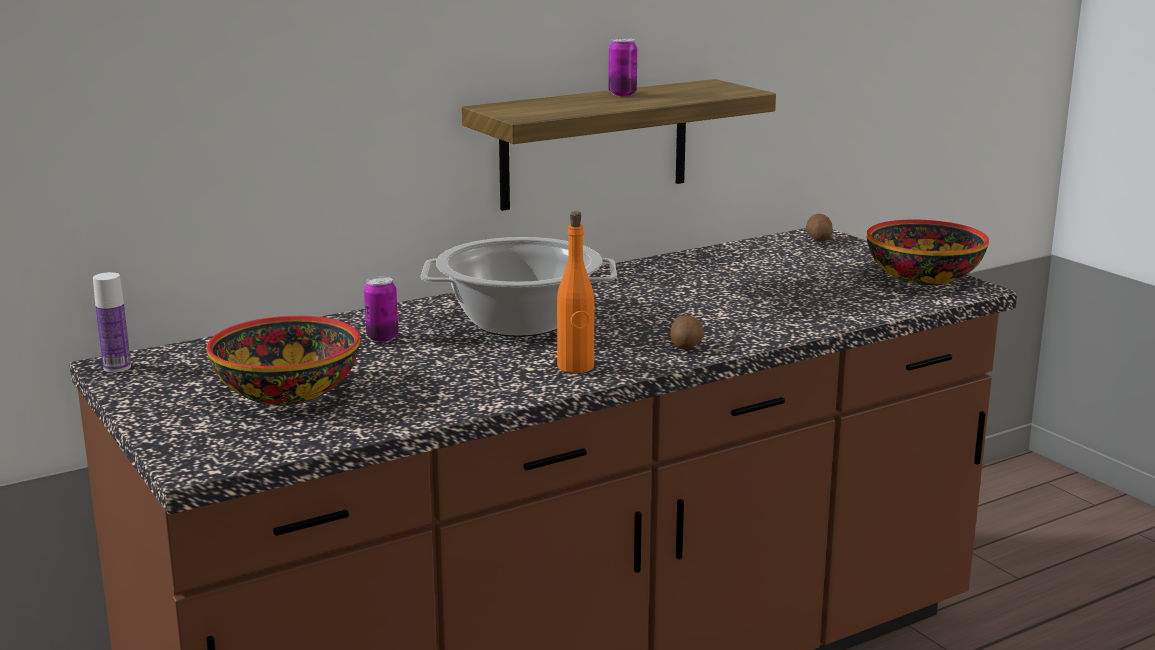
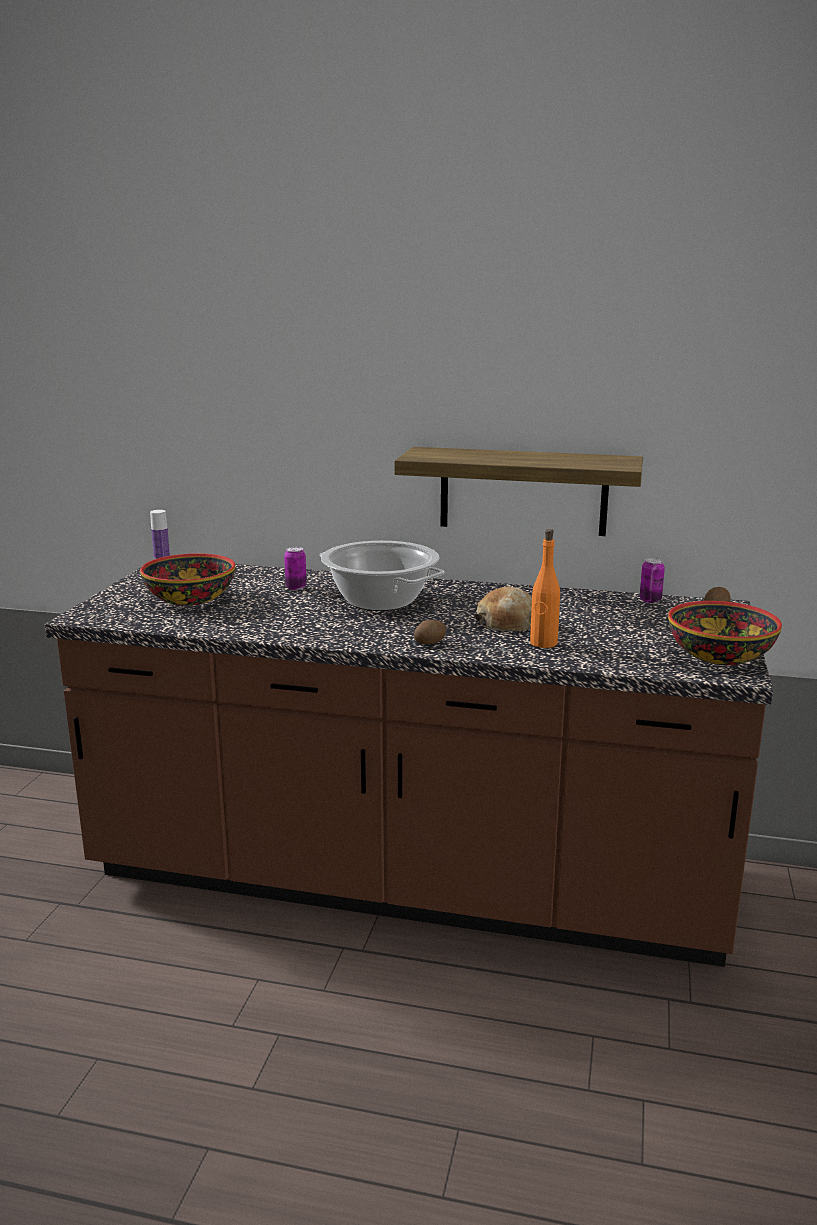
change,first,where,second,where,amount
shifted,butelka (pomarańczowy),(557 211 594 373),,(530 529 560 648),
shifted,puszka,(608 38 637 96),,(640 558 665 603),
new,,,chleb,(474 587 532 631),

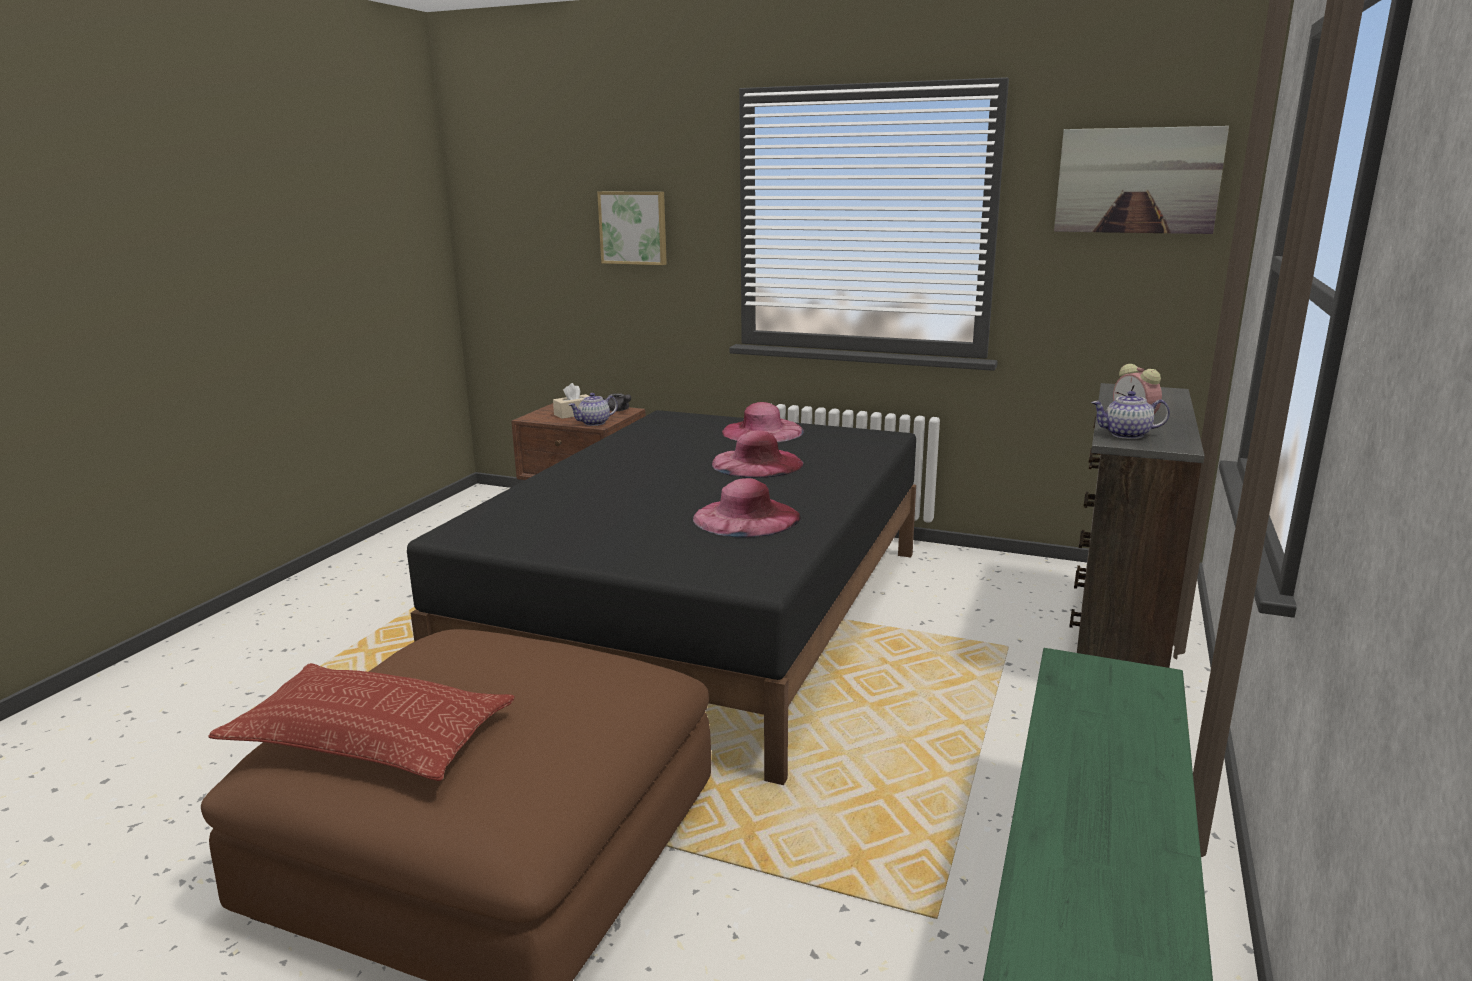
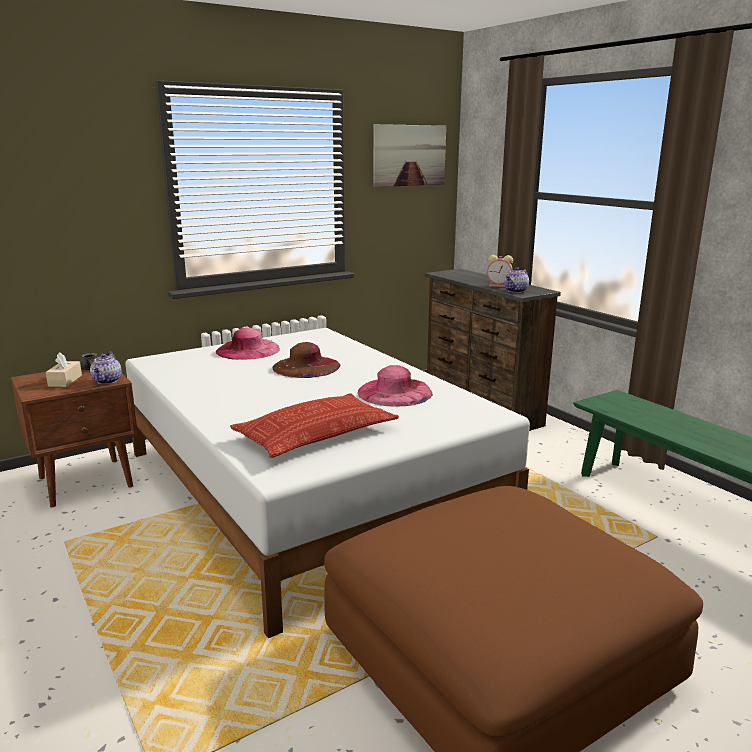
change,first,where,second,where,amount
shifted,poduszka,(208 663 515 781),,(230 393 399 458),
repainted,łóżko (czarny),(407 410 916 785),łóżko (biały),(125 328 530 638),
gone,obraz,(597 192 667 265),,,
repainted,kapelusz (różowy),(712 431 803 478),kapelusz (brązowy),(272 342 340 378),

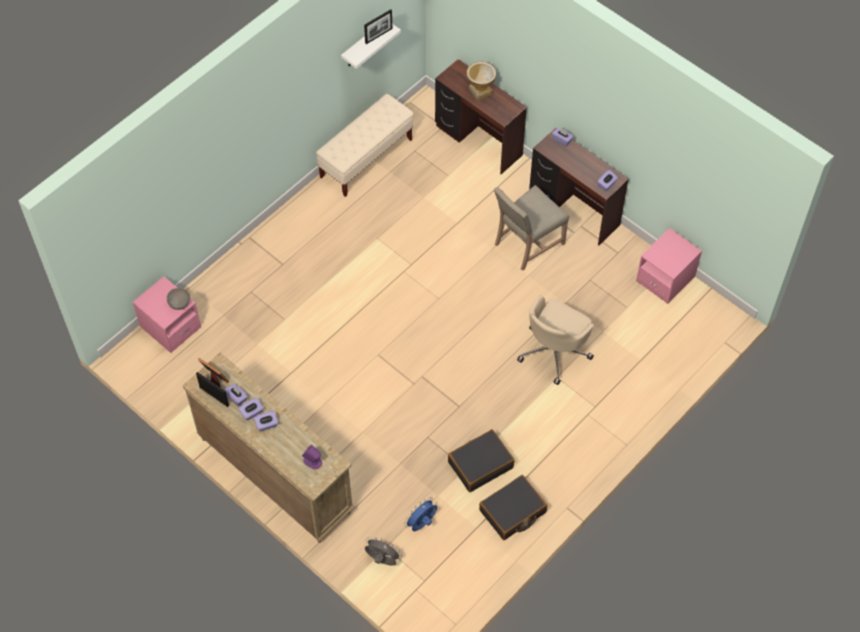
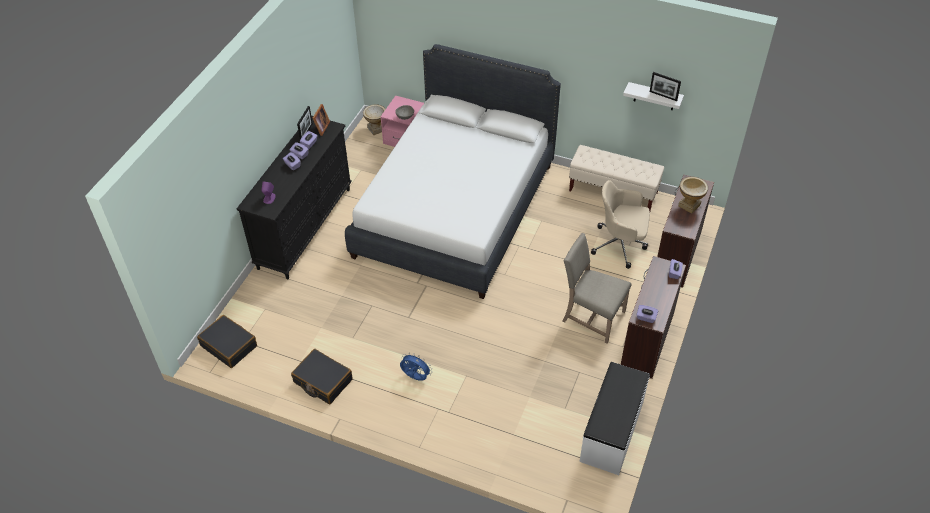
change,first,where,second,where,amount
repainted,komoda (beżowy),(182 353 355 543),komoda (czarny),(237 115 352 279),
gone,wentylator (szary),(365 537 402 565),,,
shifted,wentylator (niebieski),(404 497 437 531),,(400 352 432 381),
shifted,walizka (czarny),(448 429 515 492),,(197 315 257 368),
shifted,krzesło biurowe (beżowy),(517 295 594 385),,(591 180 650 269),
swapped,szafka nocna (różowy),(636 228 702 304),ławka (biały),(579 362 650 475),
new,,,łóżko (biały),(345 44 561 299),
new,,,wazon,(363 104 386 135),

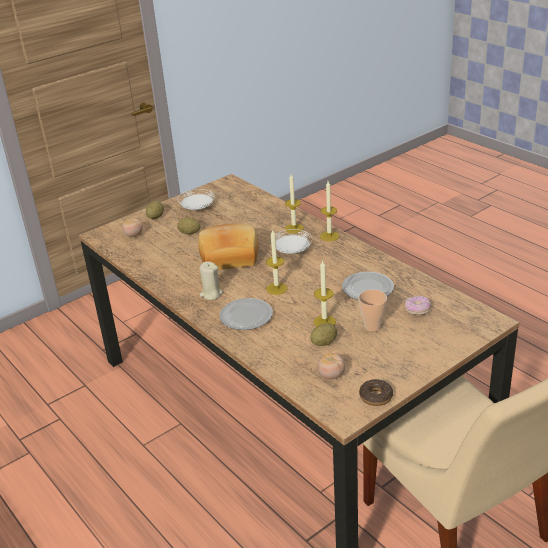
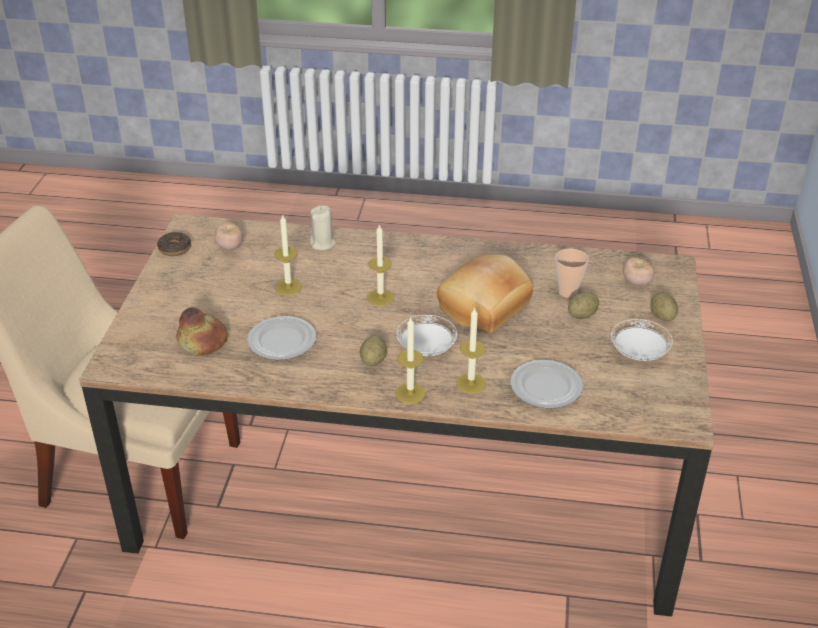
change,first,where,second,where,amount
shifted,świeca (beżowy),(199 261 223 300),,(309 205 337 250),
shifted,talerz,(219 298 273 330),,(510 360 583 409),
shifted,ziemniak,(310 323 337 346),,(360 335 387 366),
shifted,filiżanka,(358 290 387 332),,(555 249 589 298),
swapped,donut,(404 296 431 315),chleb,(176 307 228 356),

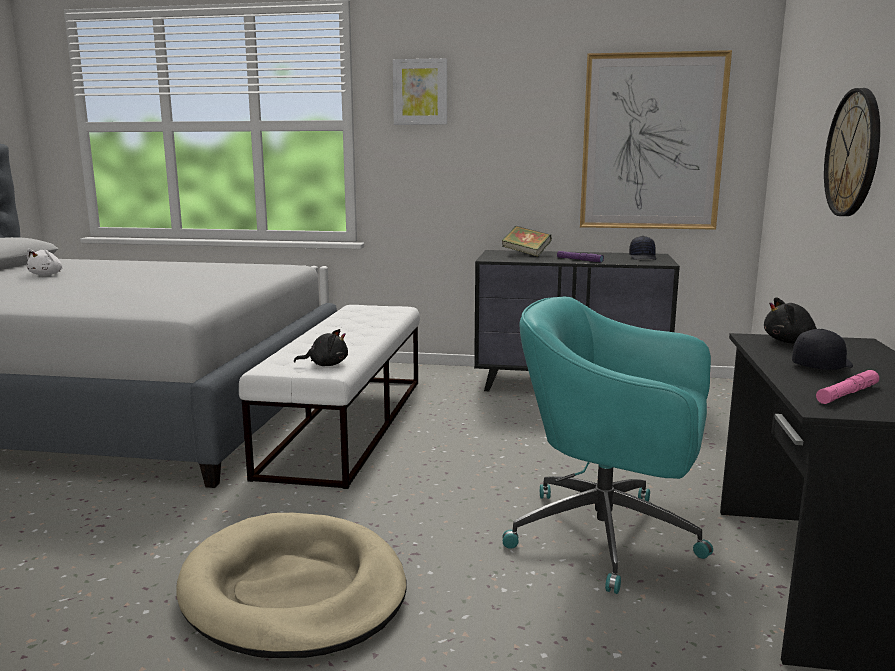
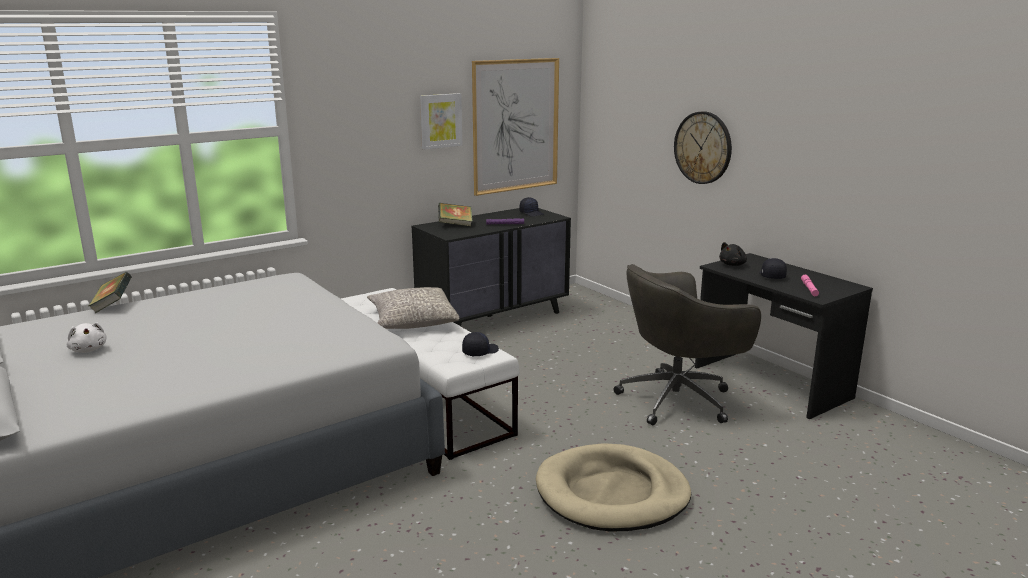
change,first,where,second,where,amount
swapped,pluszak (czarny),(294 329 348 366),czapka z daszkiem (czarny),(462 332 499 356),
shifted,obraz,(393 58 447 125),,(420 93 462 150),
repainted,krzesło biurowe (turkusowy),(502 297 713 594),krzesło biurowe (szary),(614 264 761 425),
new,,,książka,(88 272 132 313),
new,,,poduszka (szary),(367 287 459 329),

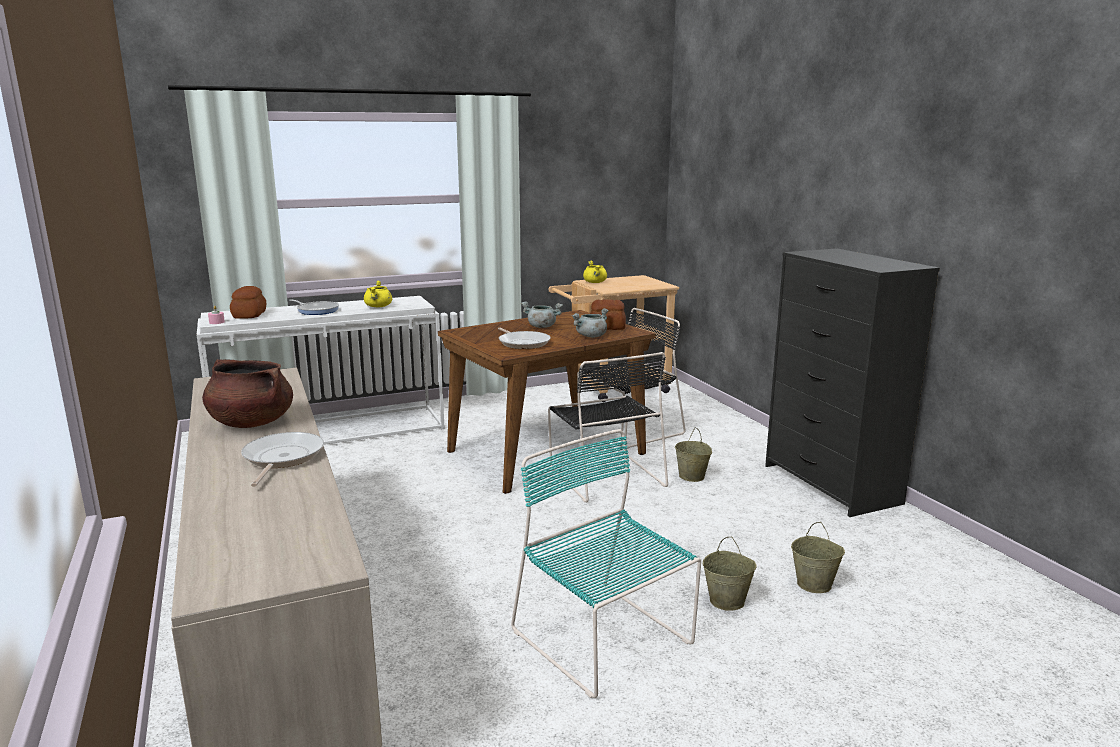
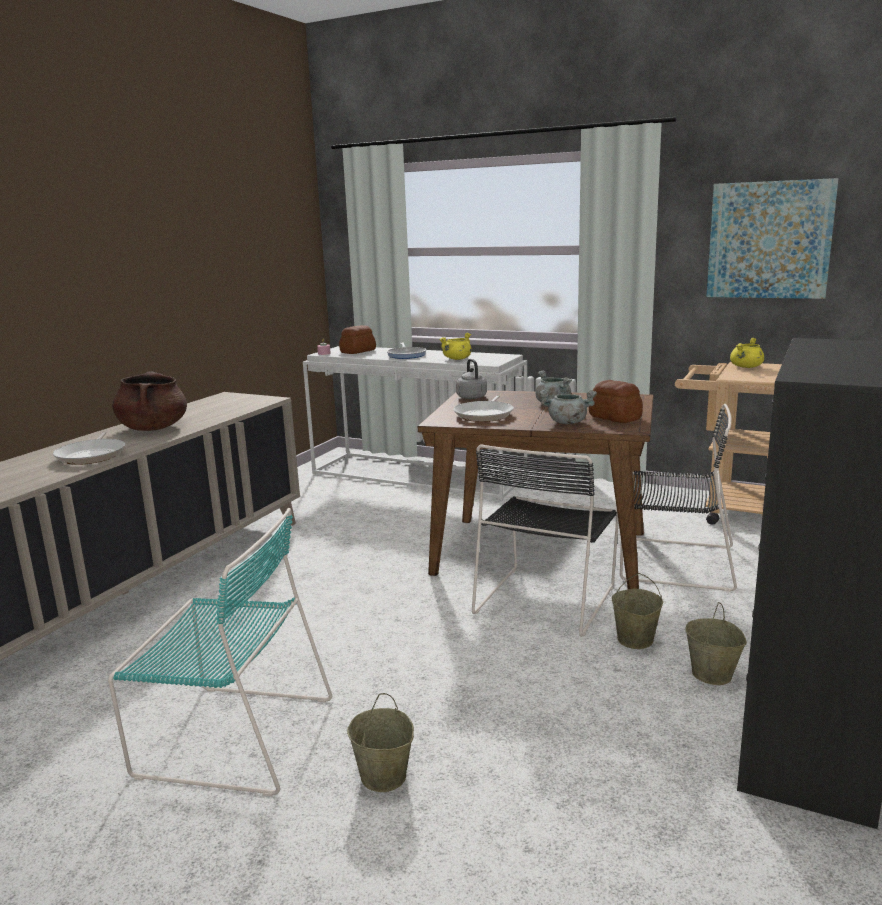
change,first,where,second,where,amount
rotated,patelnia,(241 432 324 487),,(53 431 125 465),120 degrees clockwise
rotated,krzesło (turkusowy),(511 429 701 698),,(108 508 332 796),90 degrees clockwise
shifted,wiadro (beżowy),(791 522 845 593),,(685 602 747 685),
new,,,czajnik (szary),(456 359 487 399),
new,,,obraz,(706 178 838 299),

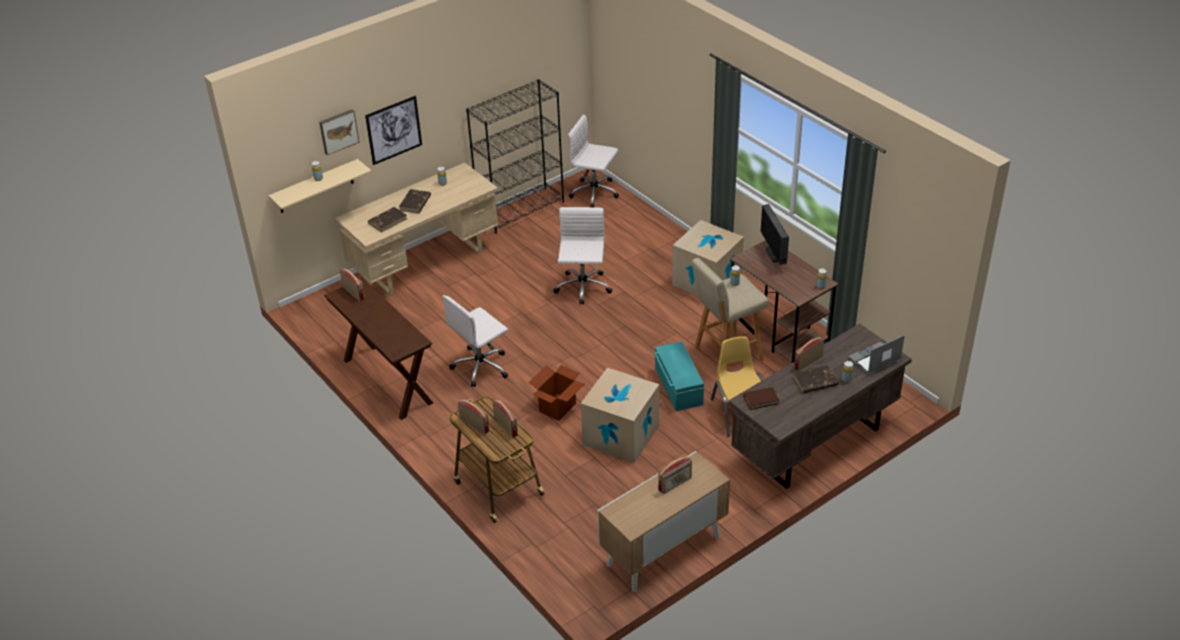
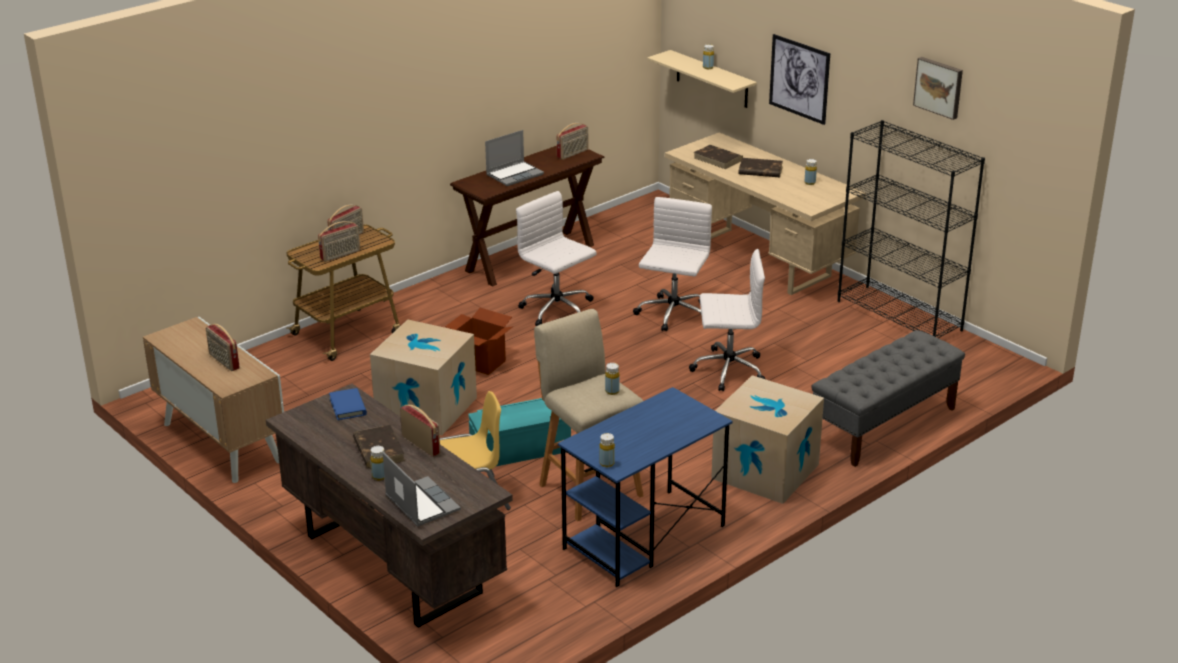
change,first,where,second,where,amount
shifted,obraz,(319 109 360 155),,(913 57 963 120),
shifted,krzesło biurowe (biały),(568 114 619 207),,(633 197 712 332),
repainted,biurko (brązowy),(730 240 839 363),biurko (niebieski),(558 387 733 587),
repainted,książka (brązowy),(743 387 780 410),książka (niebieski),(329 388 367 420),
gone,monitor,(761 204 789 265),,,
new,,,laptop,(485 130 544 186),
new,,,ławka (szary),(811 330 965 467),

